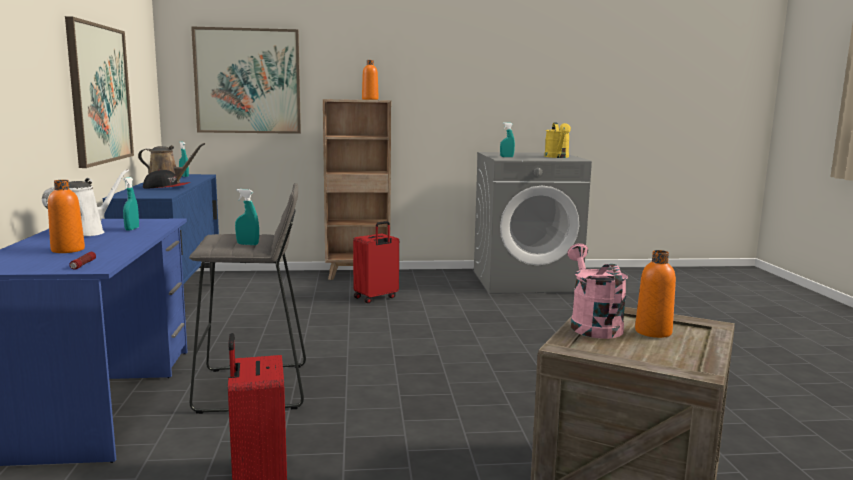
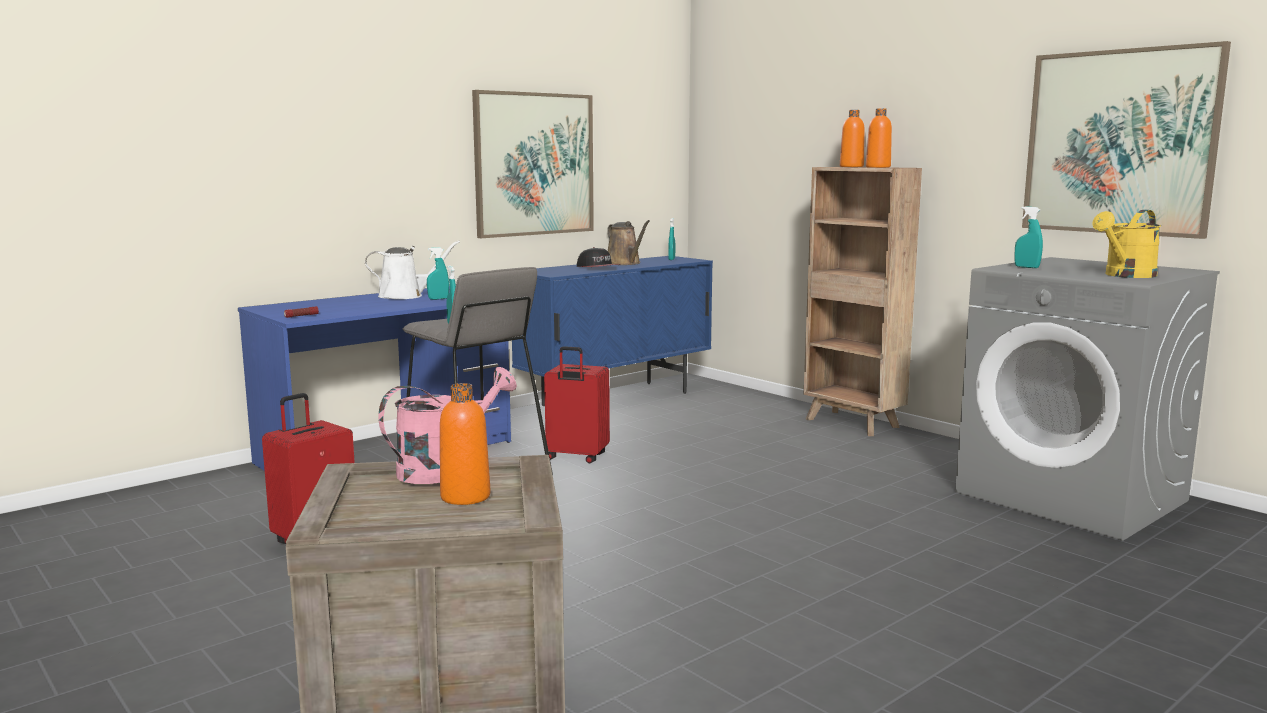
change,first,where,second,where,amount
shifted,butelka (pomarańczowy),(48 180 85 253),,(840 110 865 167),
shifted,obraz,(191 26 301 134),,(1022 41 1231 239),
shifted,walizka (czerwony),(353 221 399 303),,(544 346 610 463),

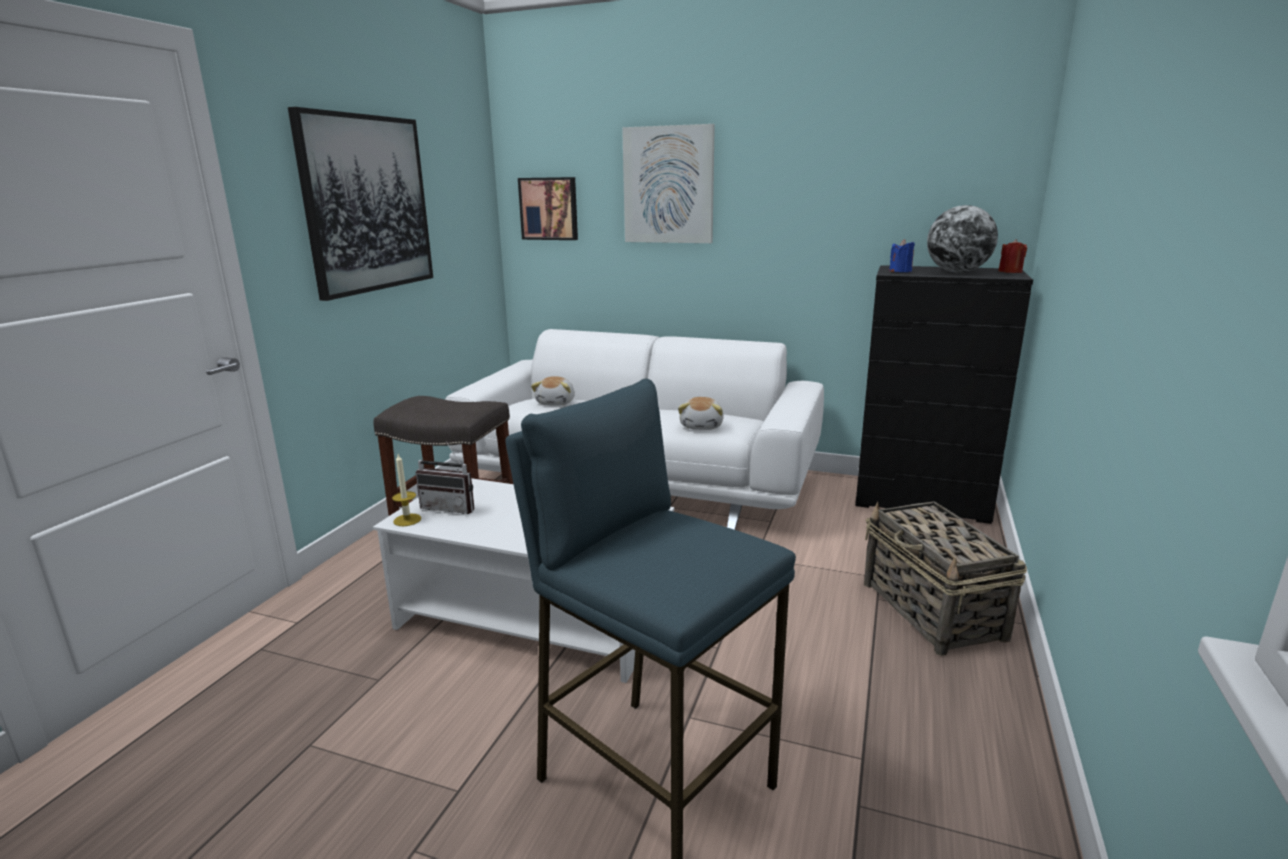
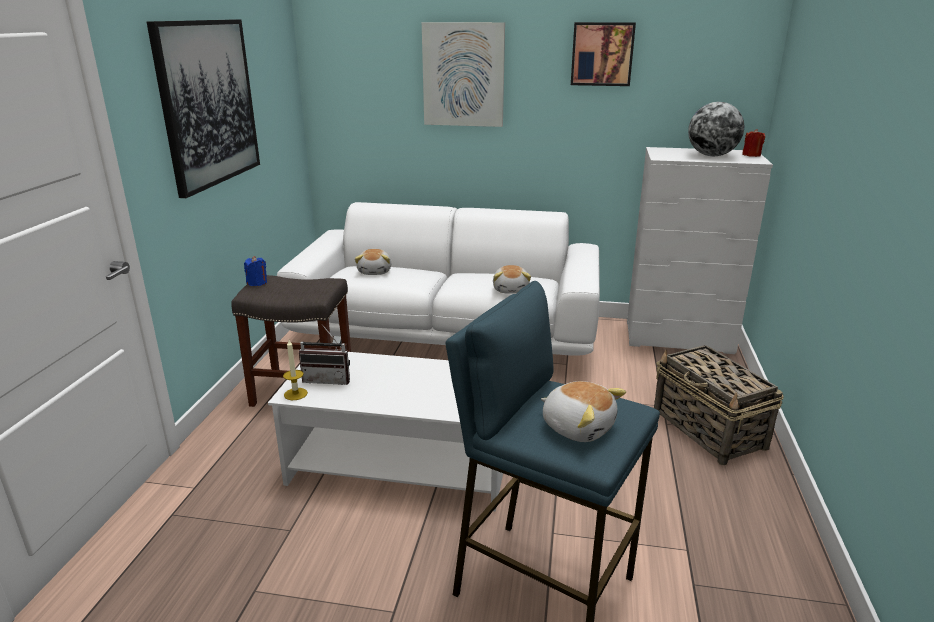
change,first,where,second,where,amount
shifted,obraz,(518 177 578 240),,(571 22 636 86),
repainted,komoda (czarny),(855 265 1033 524),komoda (biały),(627 147 773 354),
shifted,świeca (niebieski),(889 239 915 272),,(244 256 267 286),
new,,,pluszak,(541 381 626 442),

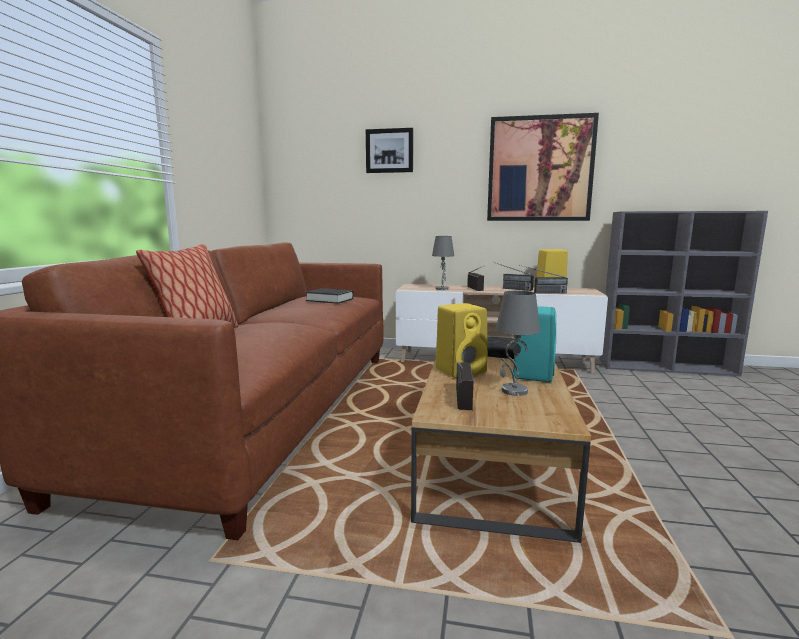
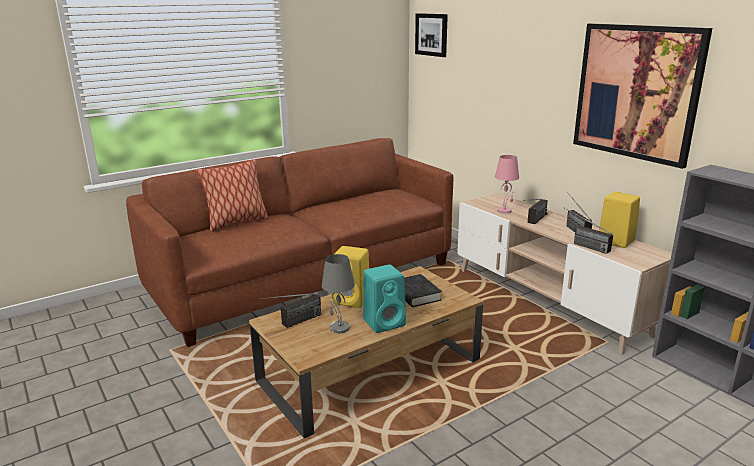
change,first,where,second,where,amount
gone,książka (czarny),(305 288 354 304),,,
shifted,obraz,(366 128 413 173),,(415 13 448 57),
repainted,lampa stołowa (szary),(432 236 454 290),lampa stołowa (różowy),(495 155 519 214),

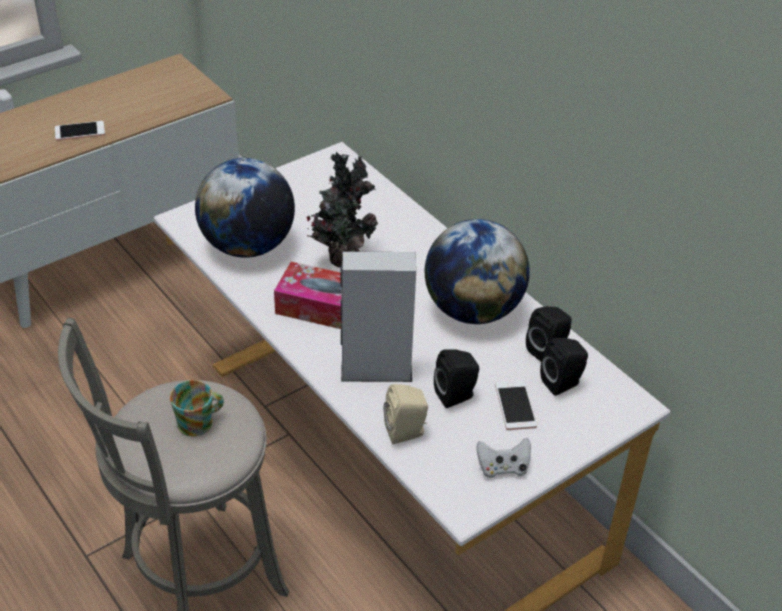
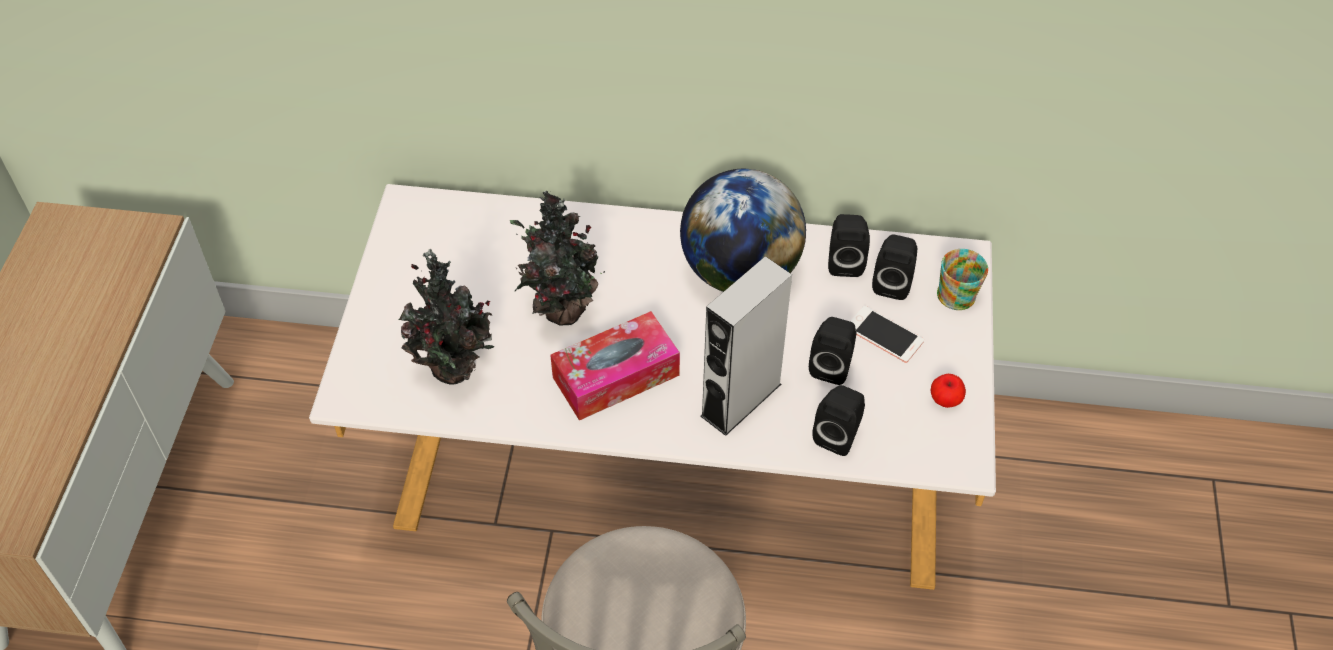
change,first,where,second,where,amount
gone,telefon,(55 121 105 141),,,
shifted,kubek,(170 380 224 436),,(937 249 988 310),
swapped,globus,(195 158 295 258),roślina doniczkowa,(398 248 495 385),
repainted,głośnik (beżowy),(384 384 428 444),głośnik (czarny),(812 385 865 456),
swapped,pad do gier (biały),(476 438 531 478),jabłko,(931 374 966 408),

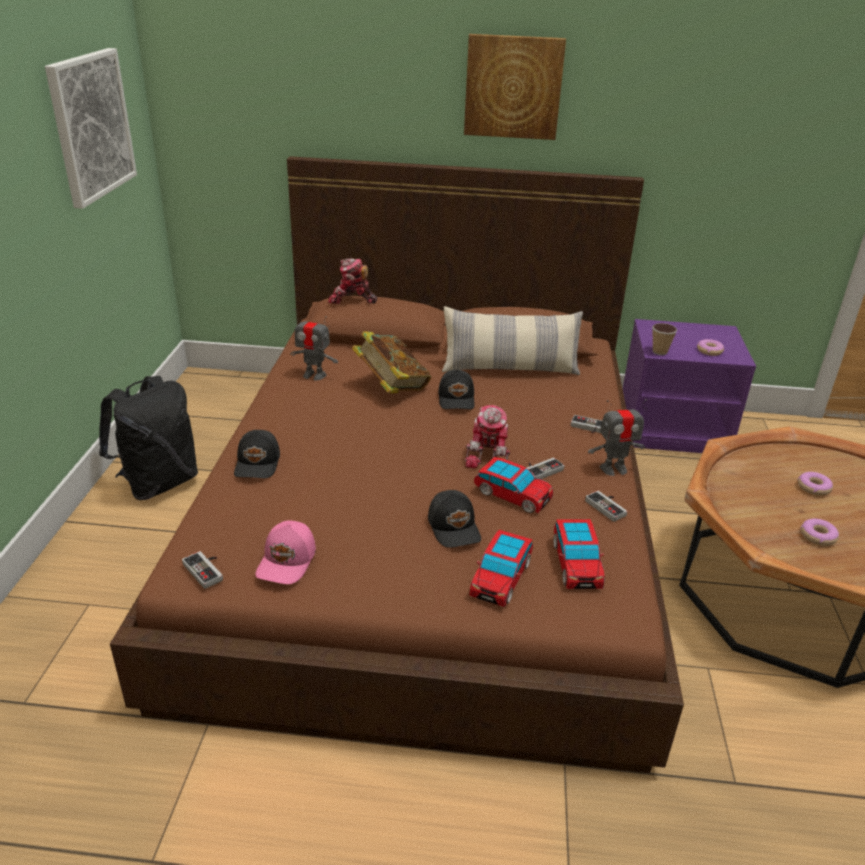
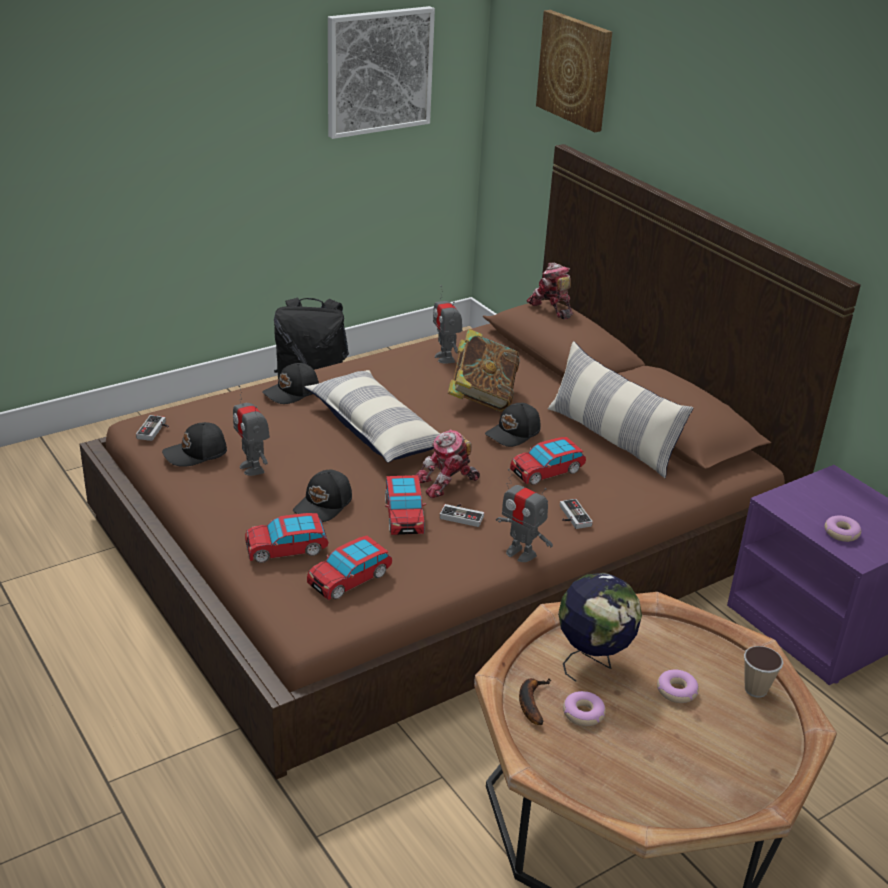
change,first,where,second,where,amount
repainted,czapka z daszkiem (różowy),(255 520 316 584),czapka z daszkiem (czarny),(162 422 227 467),
shifted,obraz,(464 34 566 140),,(536 10 612 132),
gone,pad do gier,(585 491 627 522),,,
shifted,filiżanka,(652 323 677 355),,(744 646 783 698),
new,,,robot zabawkowy,(233 385 270 476),
new,,,poduszka,(305 370 440 463),
new,,,samochodzik,(510 437 586 485),
new,,,banan,(519 678 552 725),
new,,,globus,(558 573 642 682),

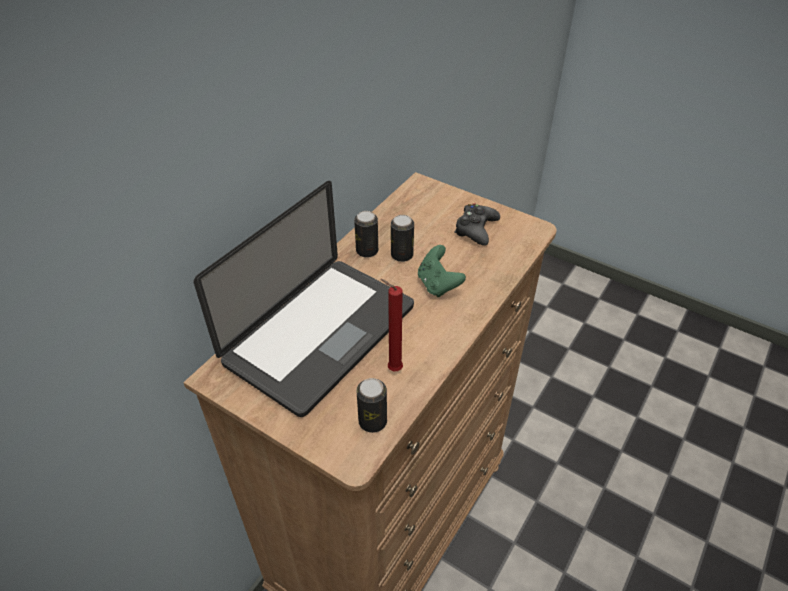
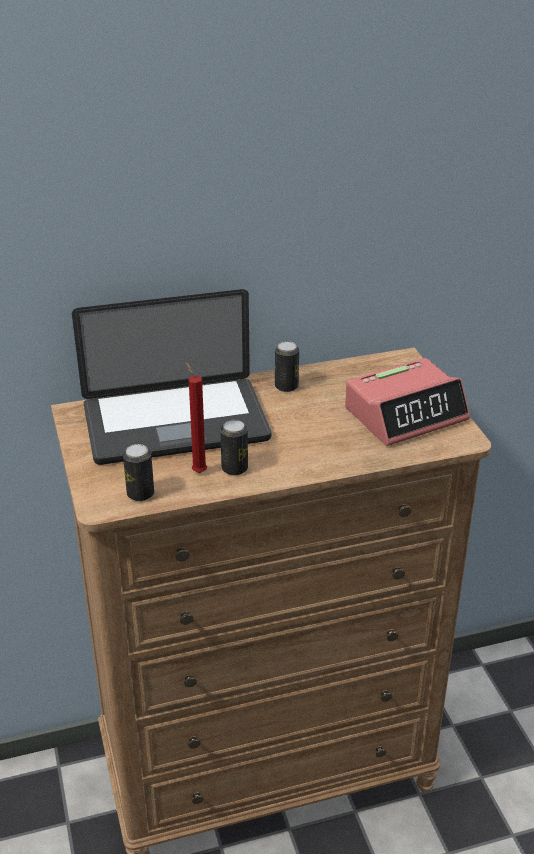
change,first,where,second,where,amount
shifted,puszka,(391 215 414 262),,(220 420 248 475),
gone,pad do gier (zielony),(418 245 466 297),,,
swapped,pad do gier (czarny),(454 203 500 246),budzik,(345 358 470 446),

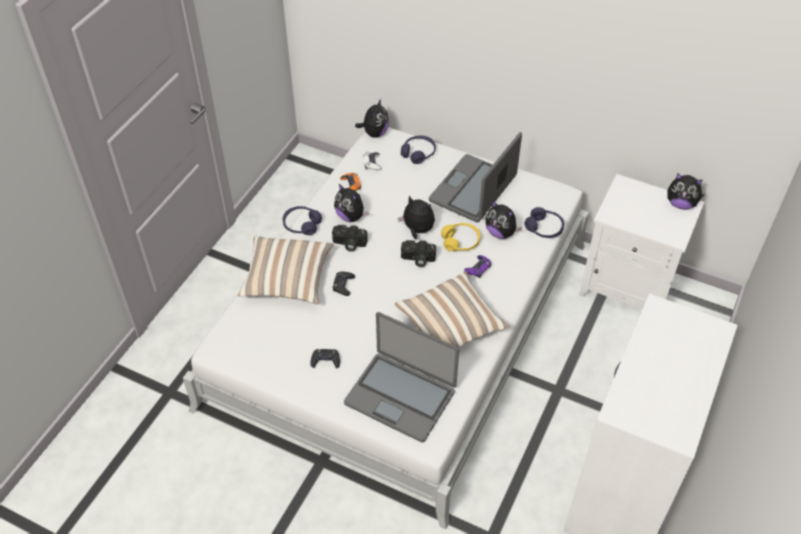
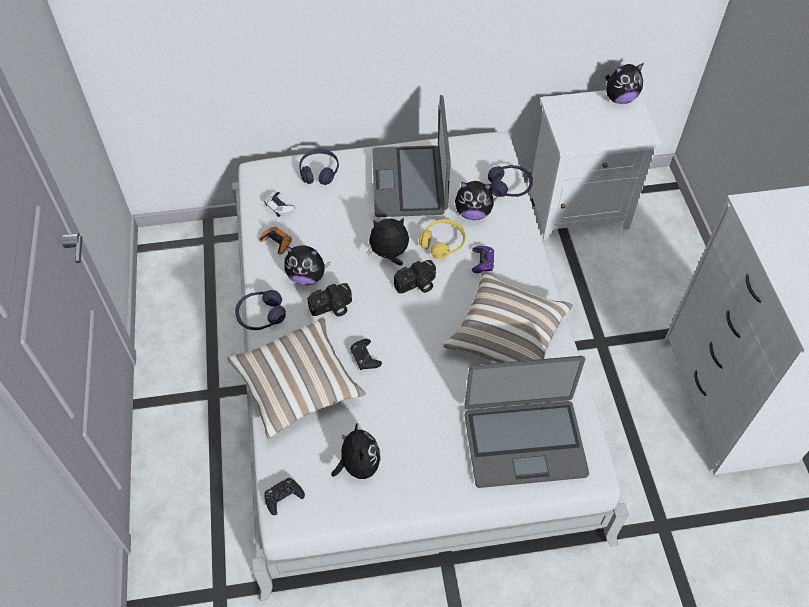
change,first,where,second,where,amount
shifted,pad do gier (czarny),(310 349 340 368),,(264 478 305 515),
shifted,pluszak,(355 99 389 138),,(331 424 381 479),

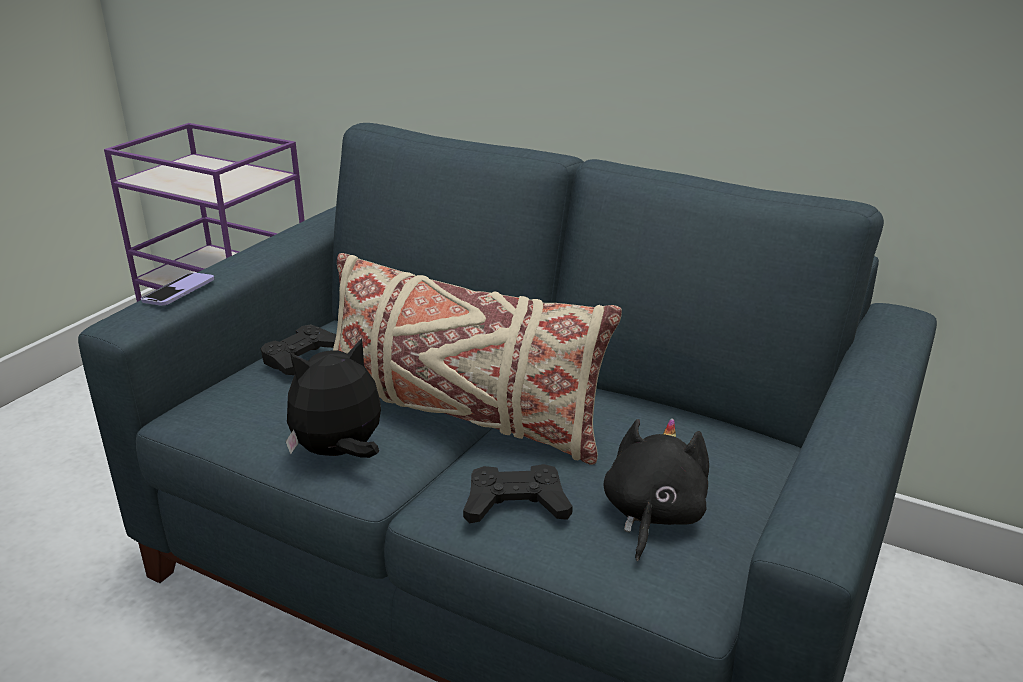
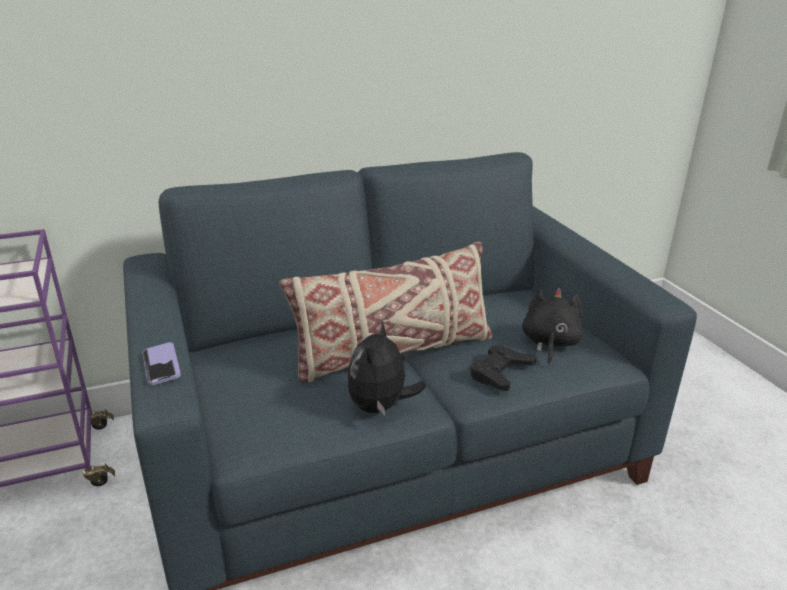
change,first,where,second,where,amount
gone,pad do gier (czarny),(261 324 336 375),,,
rotated,pluszak (czarny),(603 419 709 561),,(522 288 583 364),45 degrees clockwise

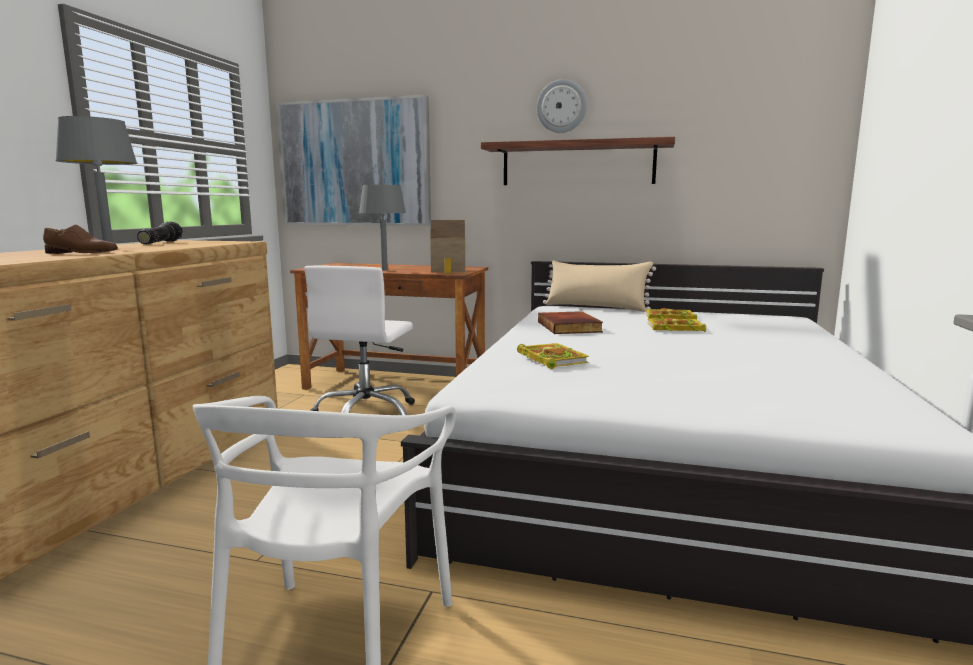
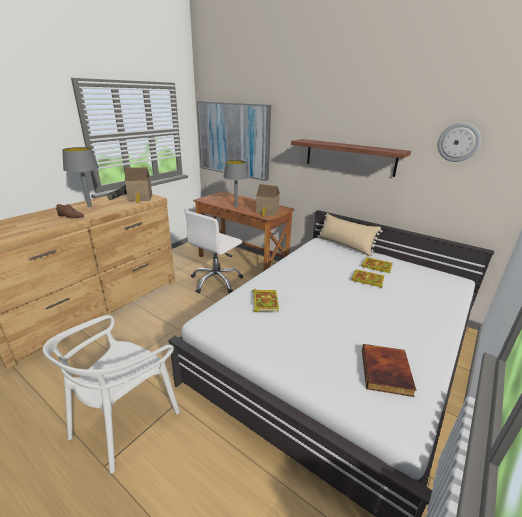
change,first,where,second,where,amount
shifted,zegar ścienny,(537 79 587 133),,(438 123 481 162),
shifted,książka,(538 311 603 334),,(362 344 416 397),
new,,,domek,(125 167 152 203),

